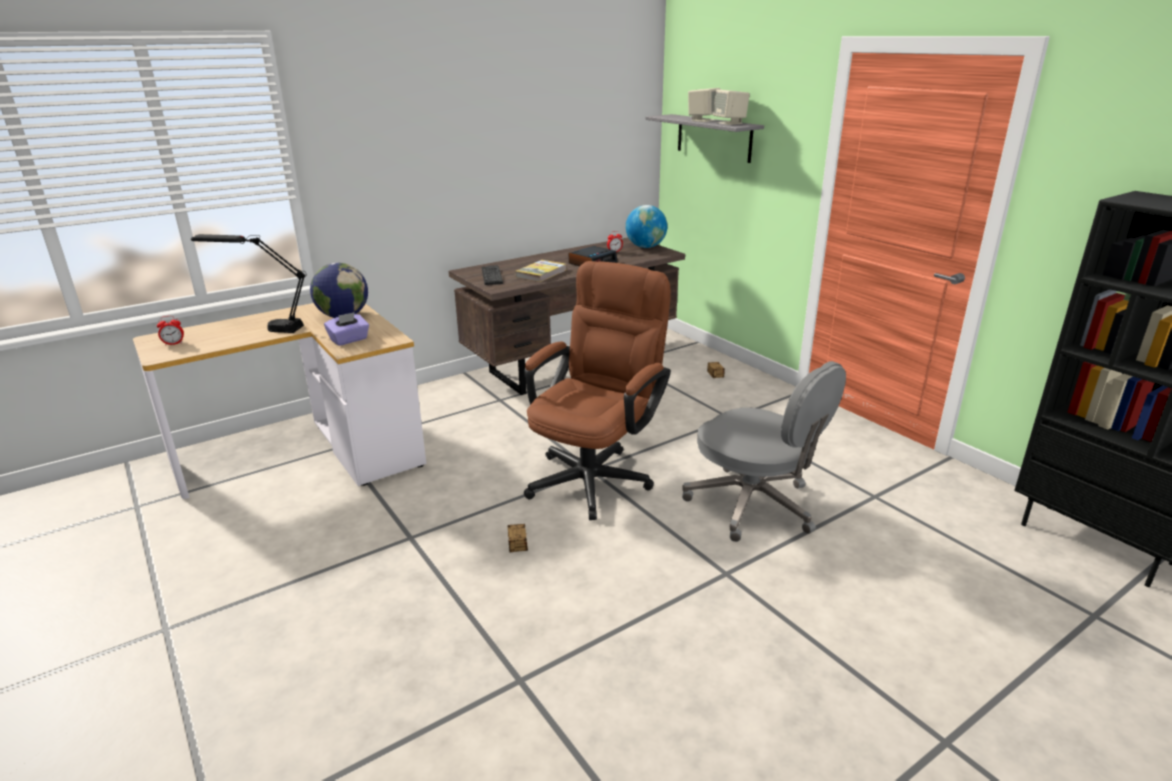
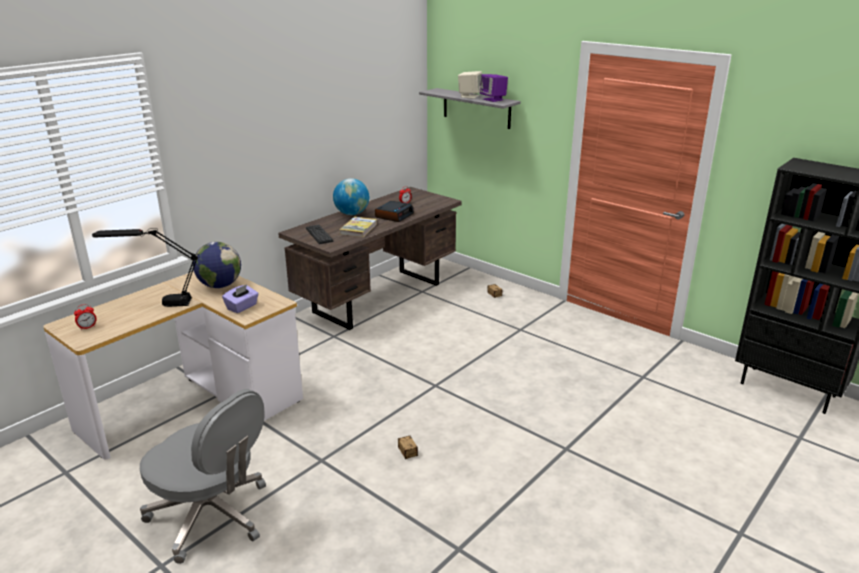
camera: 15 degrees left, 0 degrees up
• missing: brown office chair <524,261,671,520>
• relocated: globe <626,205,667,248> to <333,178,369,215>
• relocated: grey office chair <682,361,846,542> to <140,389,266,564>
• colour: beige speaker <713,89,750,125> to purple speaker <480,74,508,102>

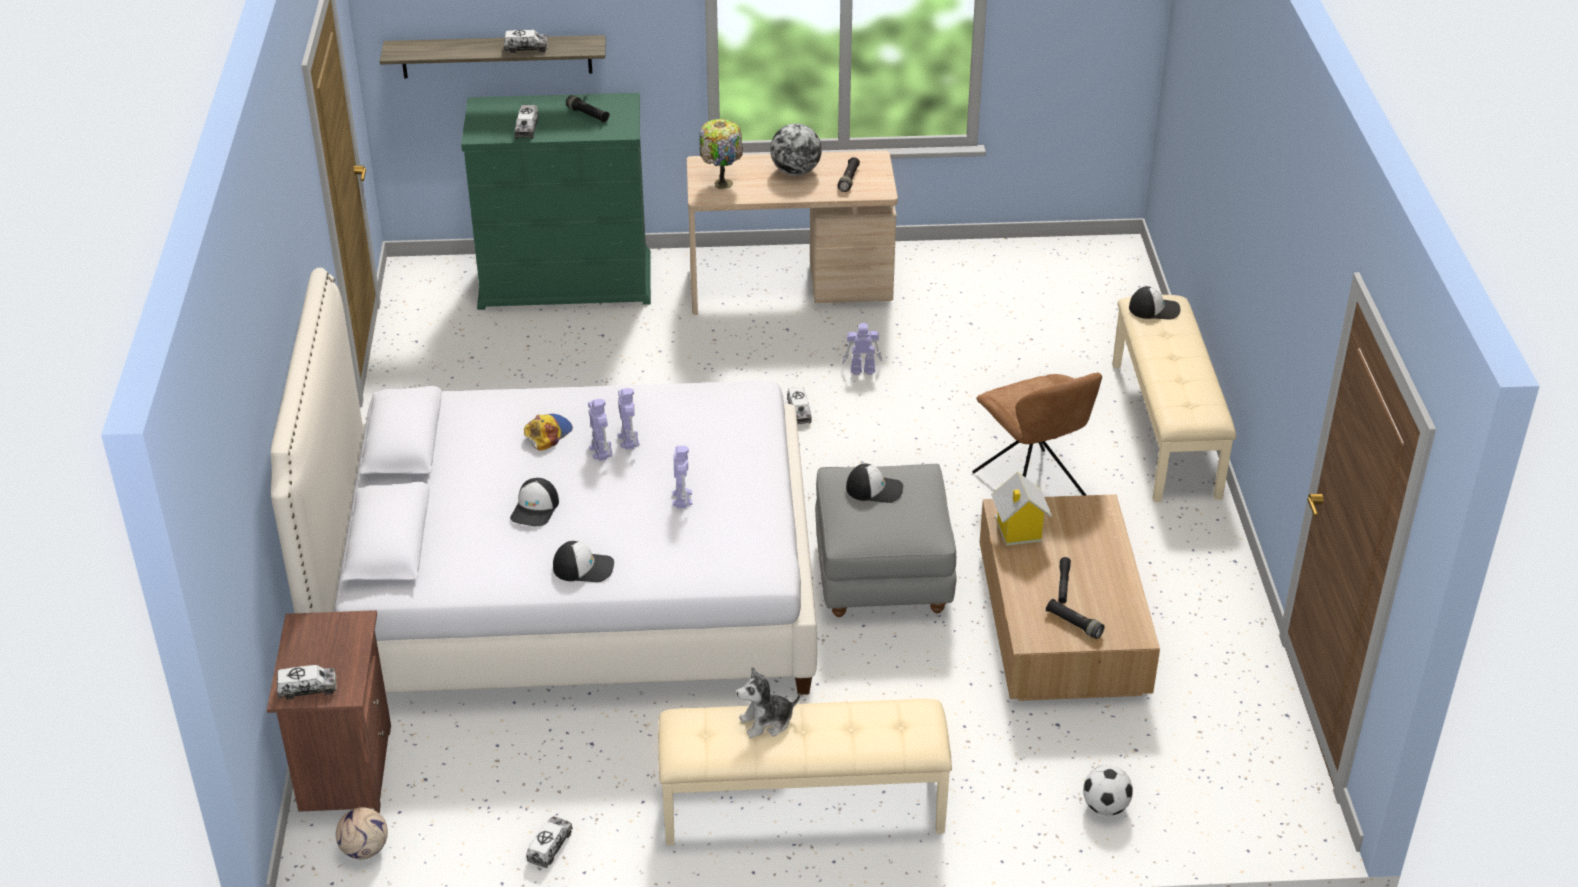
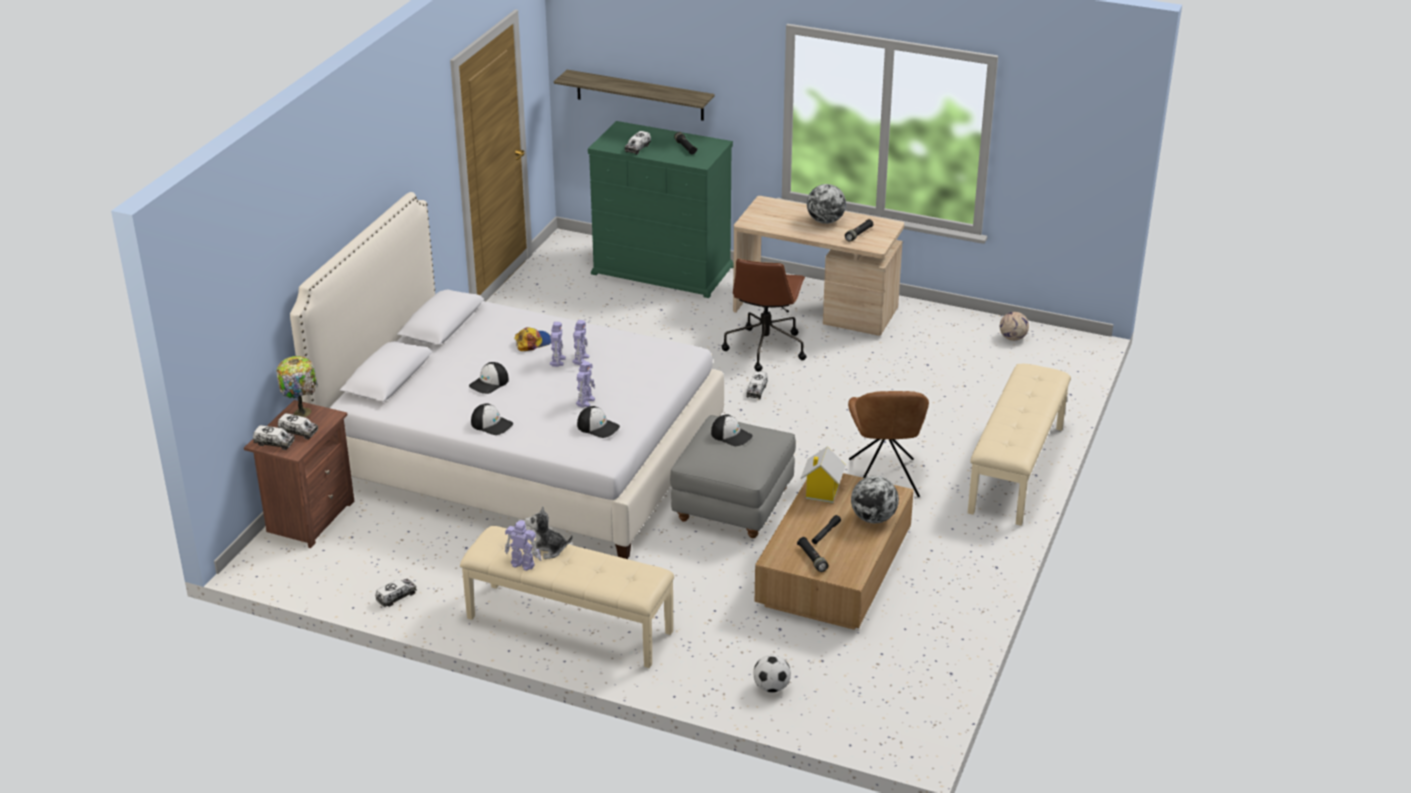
camera: 25 degrees right, 5 degrees down
• appeared: brown office chair <722,259,806,372>
• appeared: globe <851,476,899,523>
• relocated: football <336,807,388,859> to <1000,312,1029,341>
• relocated: toy truck <504,30,548,53> to <278,413,318,439>
• relocated: table lamp <699,119,743,189> to <277,356,318,417>
• relocated: toy robot <842,323,882,375> to <505,520,542,571>
• relocated: cap <1129,286,1180,320> to <577,406,620,438>

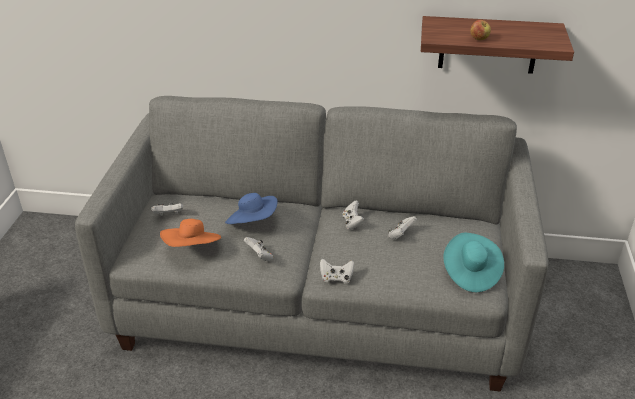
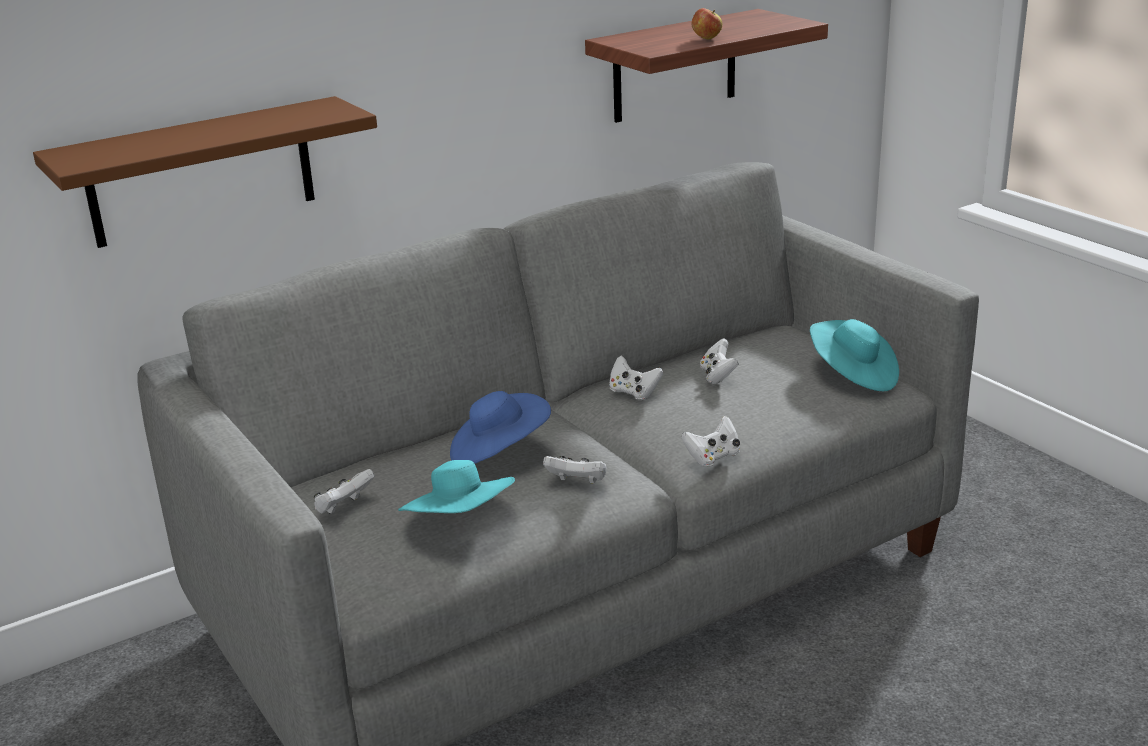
camera: 40 degrees left, 10 degrees down
• appeared: brown shelf <33,96,377,248>
• colour: orange hat <160,219,221,247> to turquoise hat <398,460,515,513>

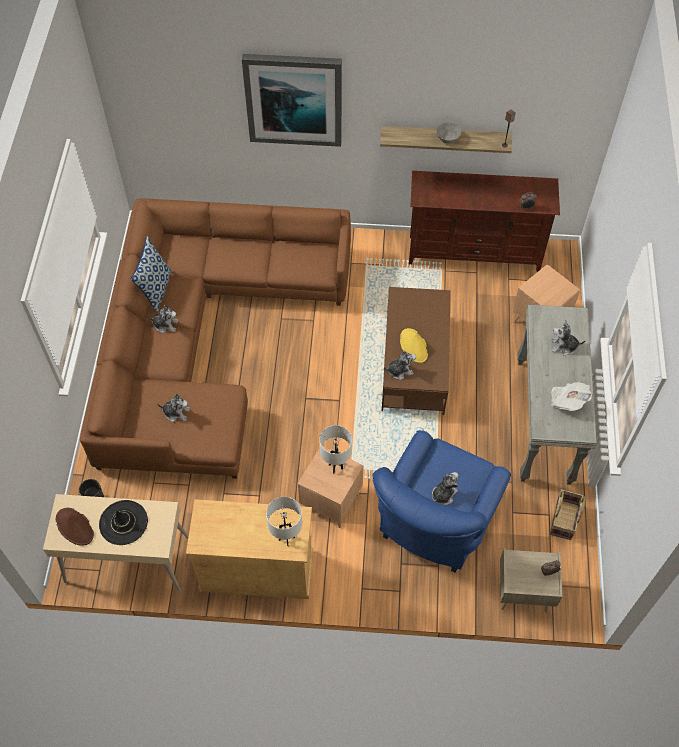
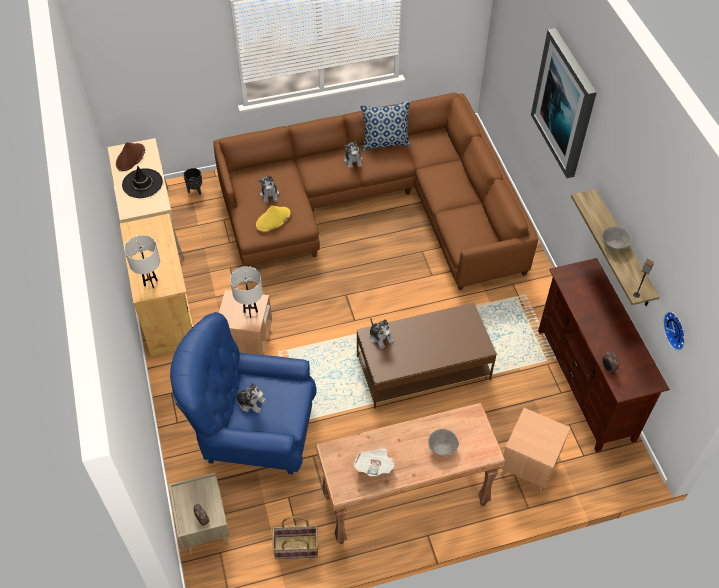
camera: 70 degrees right, 5 degrees down
• appeared: wall clock <663,312,685,351>
• relocated: yellow hat <400,328,428,363> to <256,205,290,232>
• exchanged: plush toy <552,320,585,356> to grey bowl <428,429,459,456>
• colour: grey console table <517,305,597,485> to brown console table <316,403,505,544>

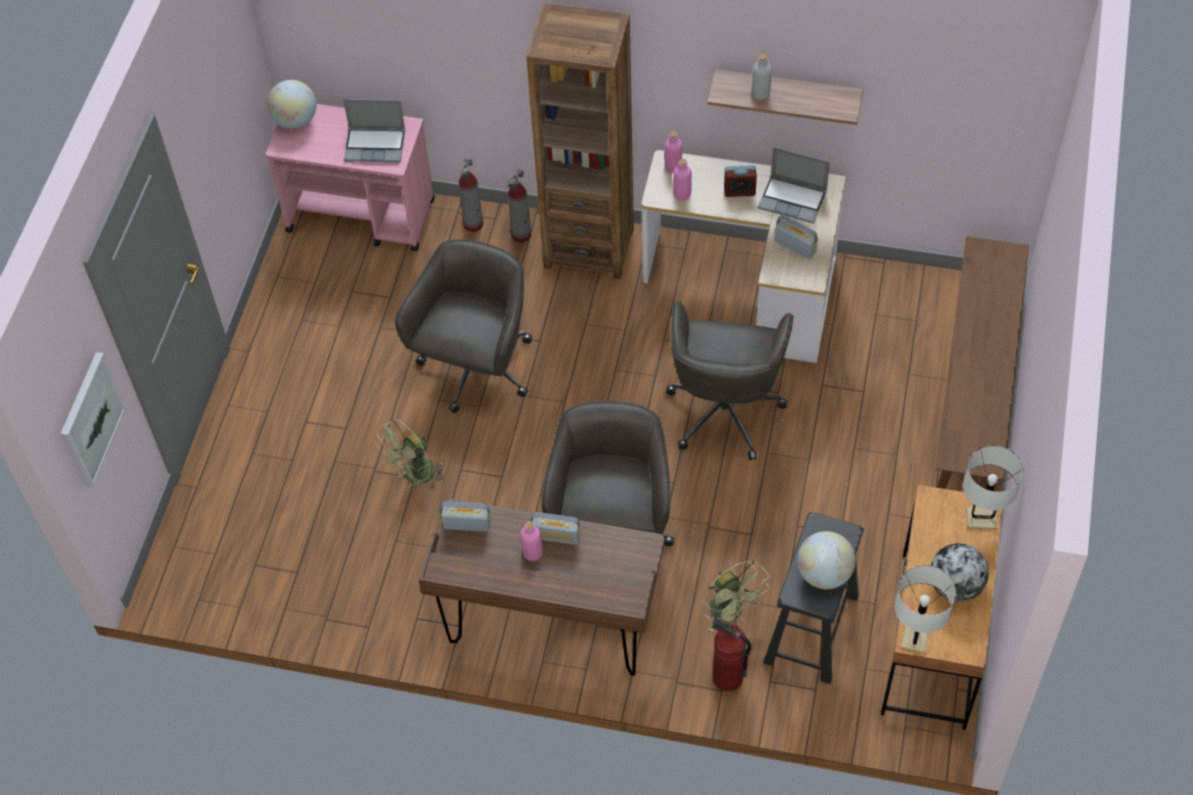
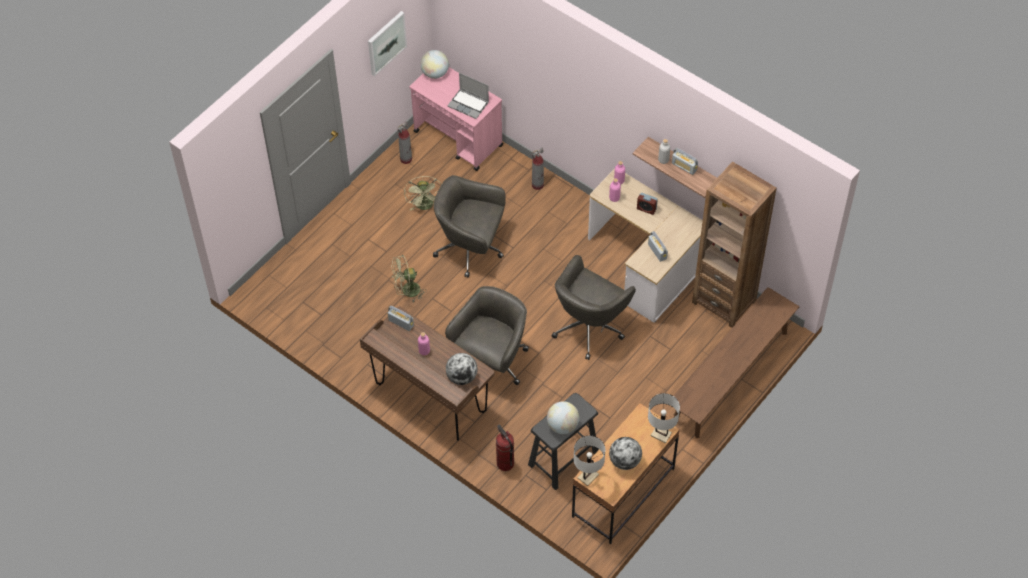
camera: 25 degrees right, 0 degrees up
• missing: laptop <758,147,830,224>
• appeared: globe <446,353,478,385>
• relocated: picture <60,352,126,488> to <368,11,407,76>
• relocated: fire extinguisher <459,158,483,232> to <397,121,412,164>
• relocated: brown bookcase <526,3,634,280> to <692,162,777,328>
• relocated: radio <531,512,581,545> to <672,148,698,175>
• relocated: green fan <702,560,770,632> to <404,176,442,211>
• spun: grey office chair <395,239,532,413> = <433,175,506,277> 120 degrees counterclockwise

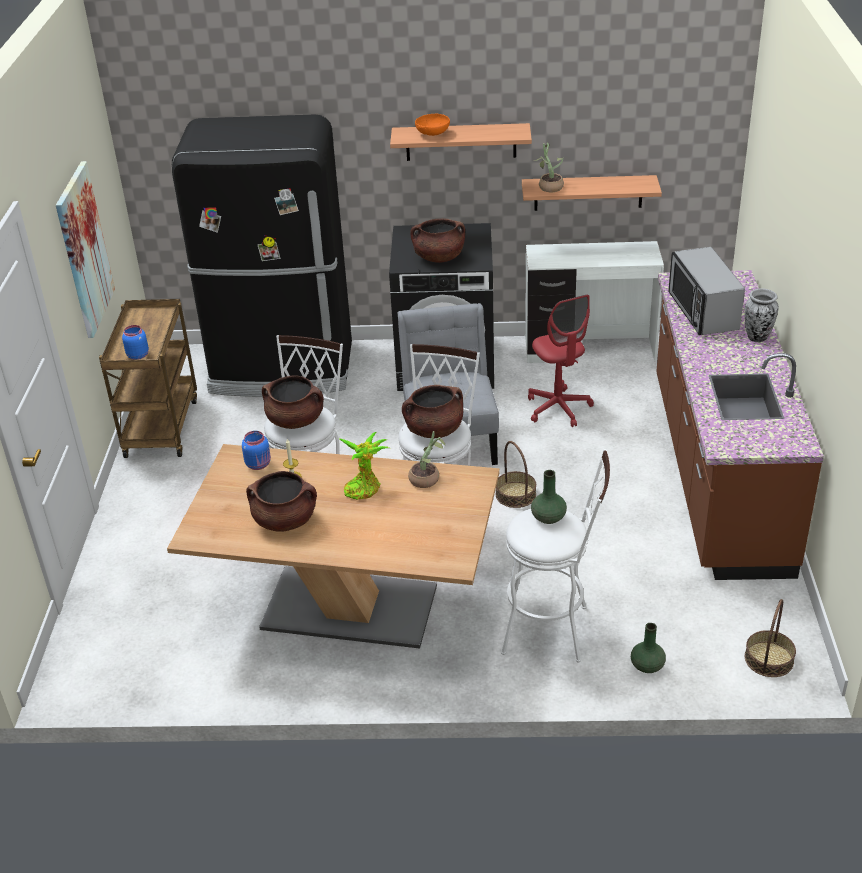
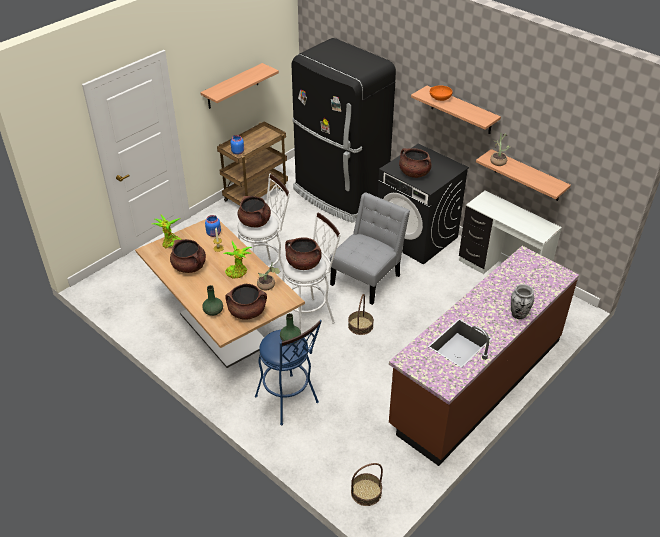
camera: 40 degrees right, 5 degrees up
• missing: red office chair <528,295,594,427>
• missing: microwave <668,247,745,335>
• appeared: potted plant <152,214,182,249>
• appeared: brown cooking pot <225,284,267,320>
• relocated: green vase <631,623,666,673> to <202,285,223,316>
• exchanged: picture <56,161,115,338> to shelf <200,63,279,109>
• colour: white stool <501,449,610,663> to blue stool <255,320,322,425>

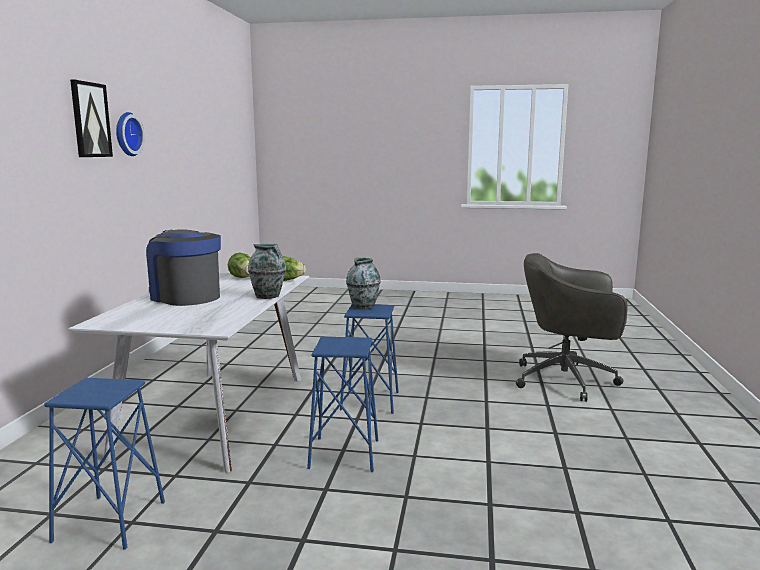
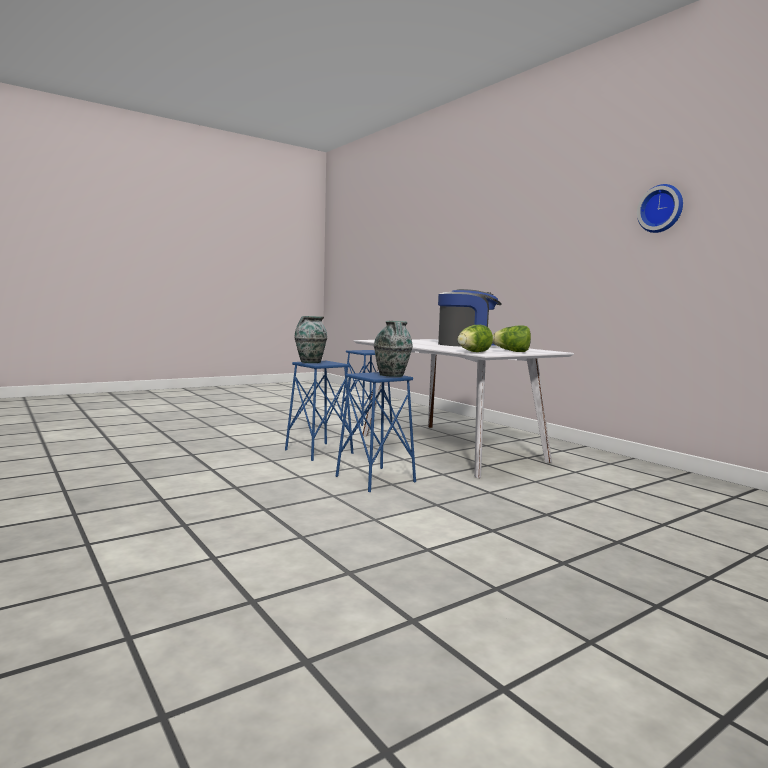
camera: 135 degrees right, 5 degrees down
• missing: picture <70,79,113,157>
• missing: grey office chair <516,253,628,402>
• relocated: vase <248,244,286,299> to <294,316,327,363>

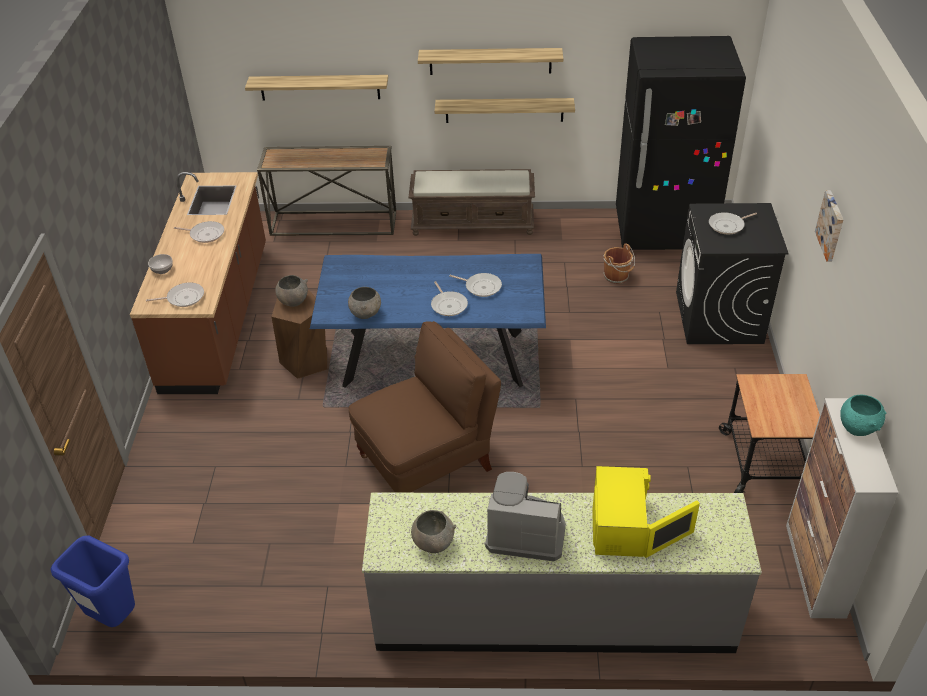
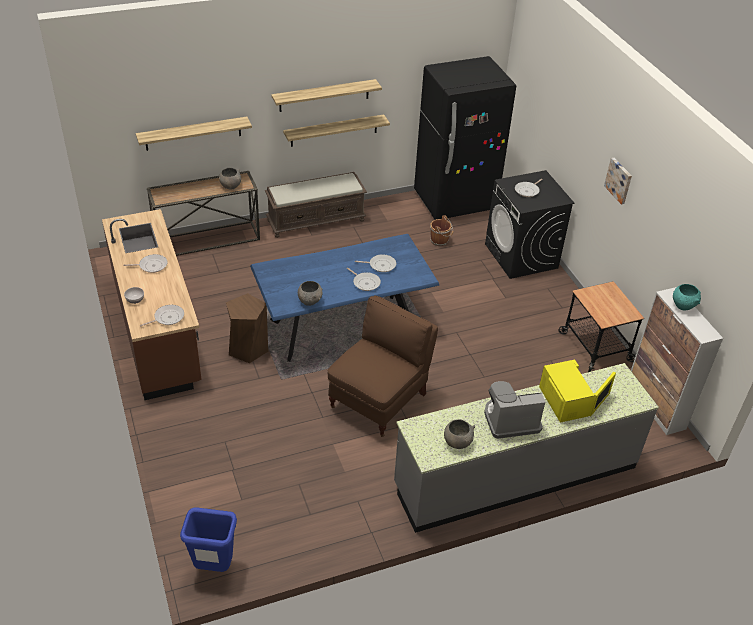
camera: 25 degrees left, 0 degrees up
• relocated: grey bowl <275,275,308,307> to <219,168,241,189>

